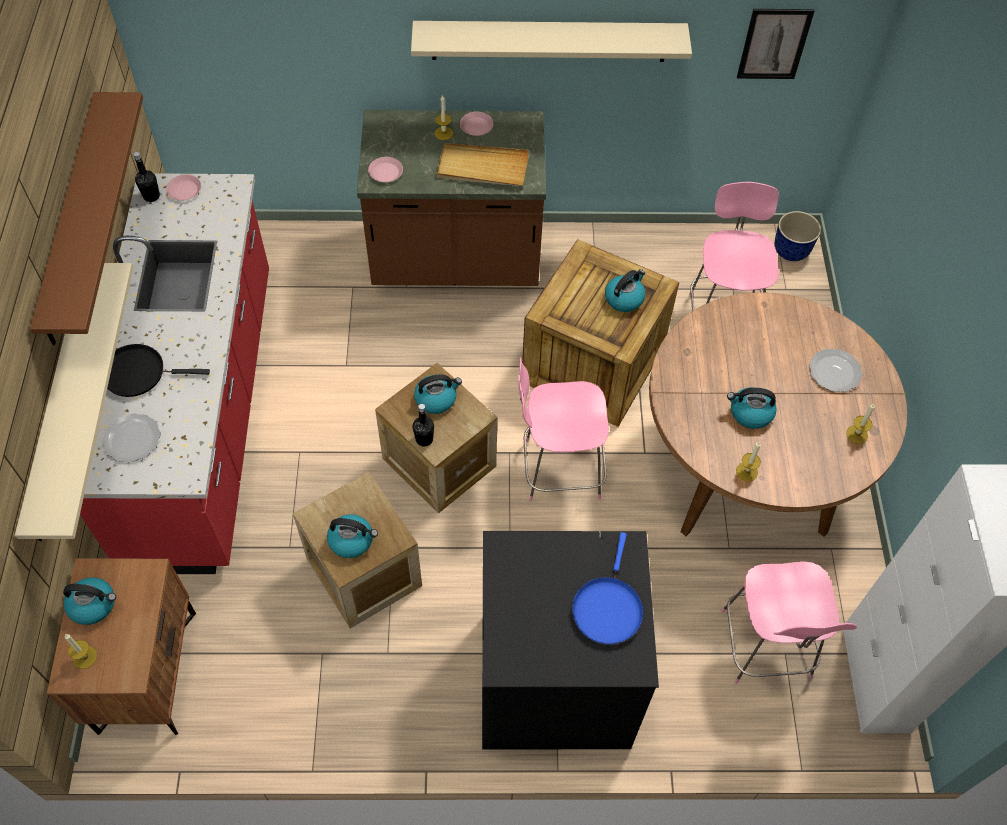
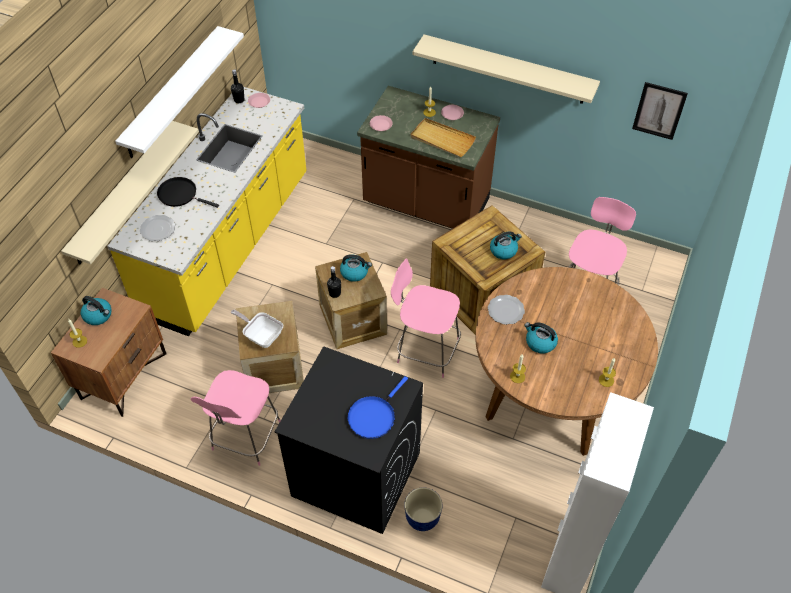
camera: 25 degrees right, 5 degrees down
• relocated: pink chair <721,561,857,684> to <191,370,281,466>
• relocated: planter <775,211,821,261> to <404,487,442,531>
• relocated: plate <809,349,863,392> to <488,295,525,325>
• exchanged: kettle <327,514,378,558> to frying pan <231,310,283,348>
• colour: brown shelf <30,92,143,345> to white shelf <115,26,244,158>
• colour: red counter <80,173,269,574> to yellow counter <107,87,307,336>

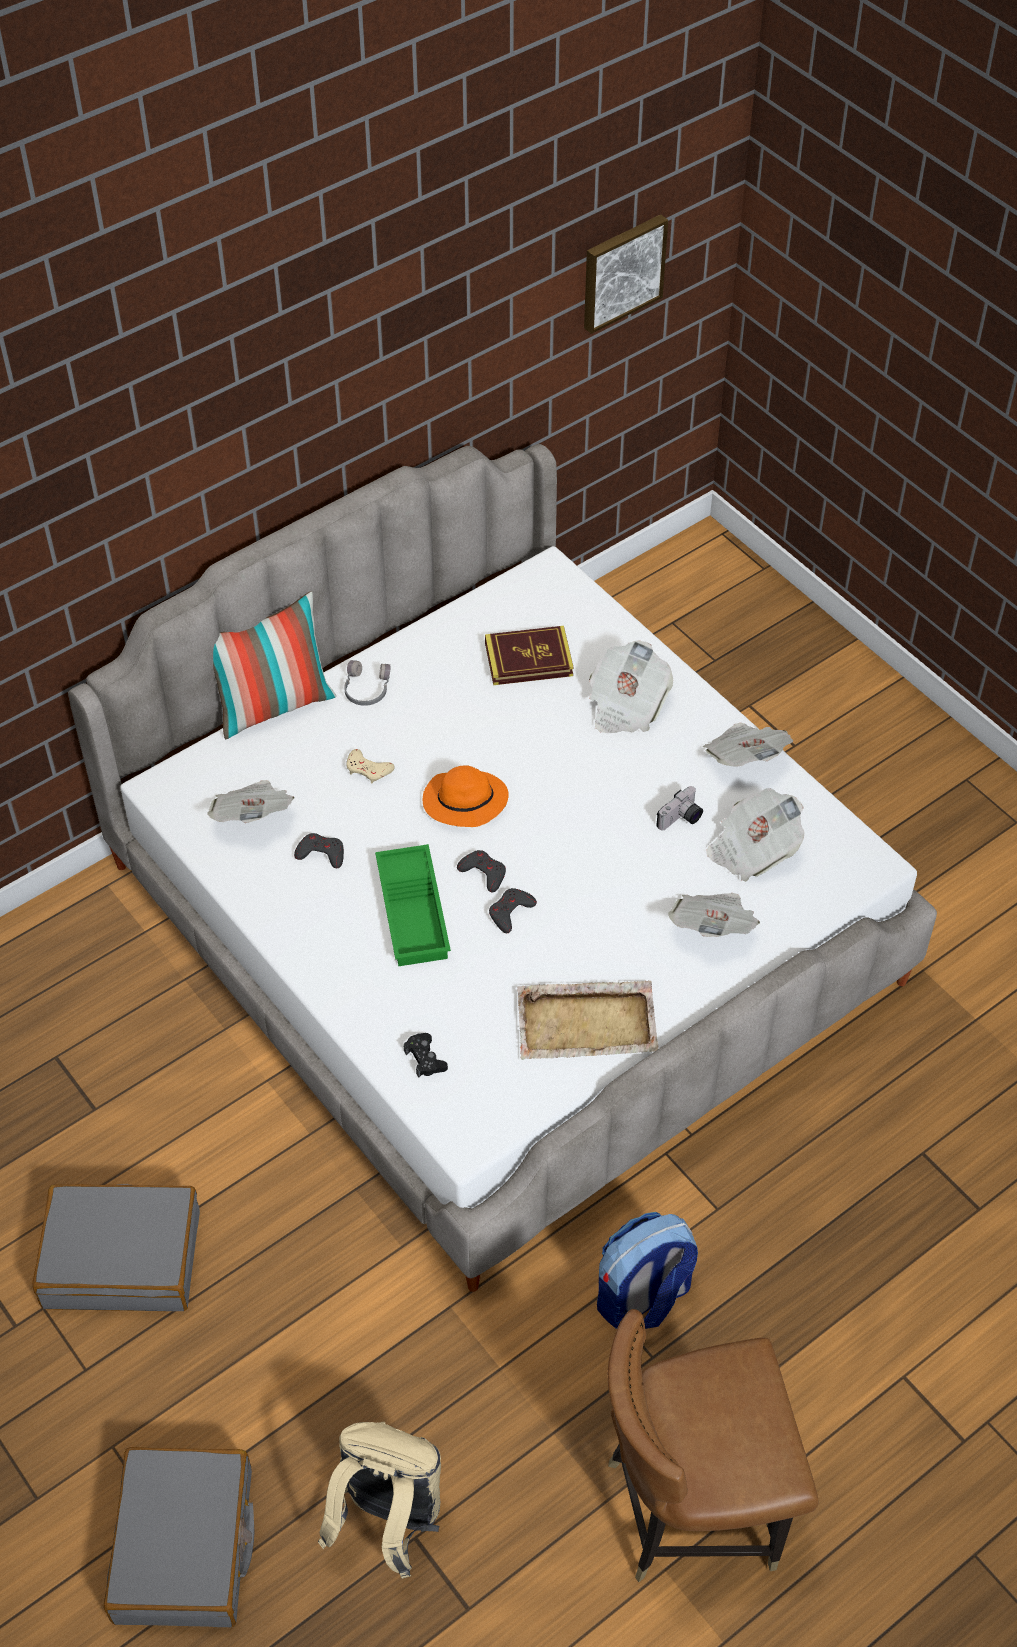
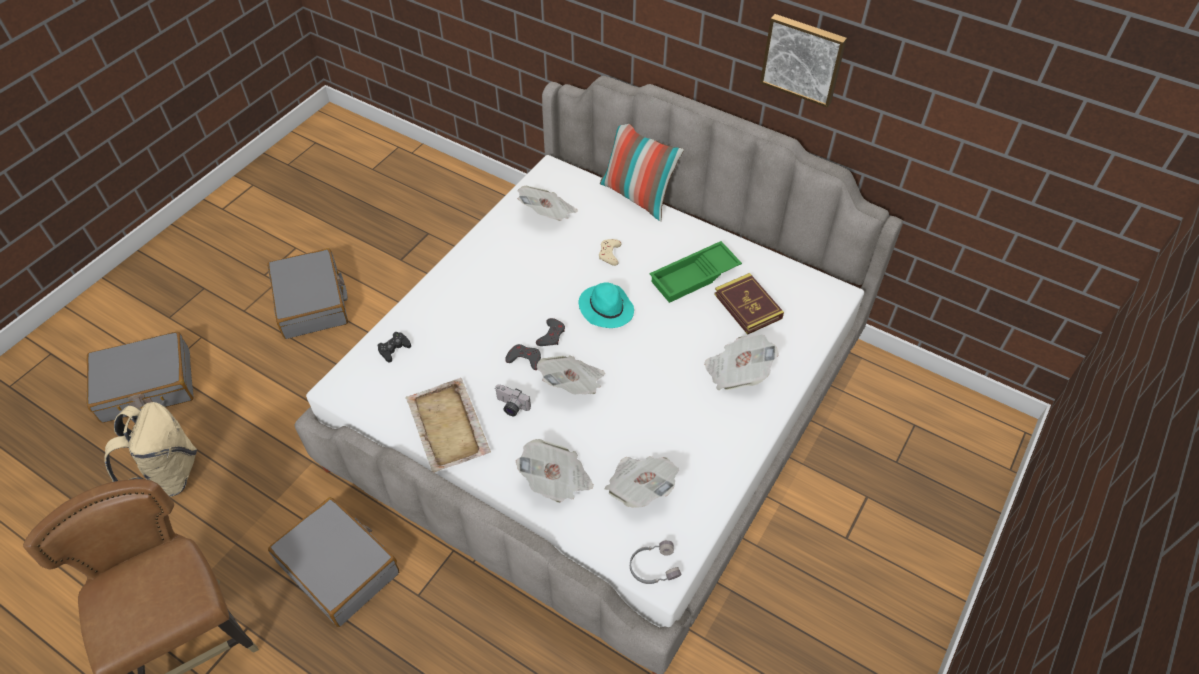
camera: 70 degrees right, 0 degrees up
• missing: grey game controller <294,833,344,869>
• relocated: grey headphones <344,660,391,706> to <630,540,682,584>
• relocated: green tray <375,844,451,966> to <650,241,742,303>
• relocated: picture <584,214,668,334> to <760,14,847,108>
• relocated: photo camera <656,786,703,830> to <495,384,531,416>
• relocated: newspaper <703,723,794,767> to <537,355,605,395>
• exchanged: backpack <597,1212,698,1329> to grey suitcase <268,497,399,627>
• colour: orange hat <423,765,509,827> to turquoise hat <578,282,634,328>

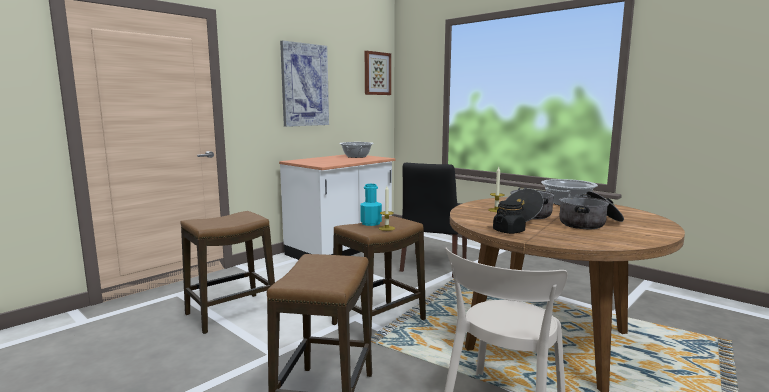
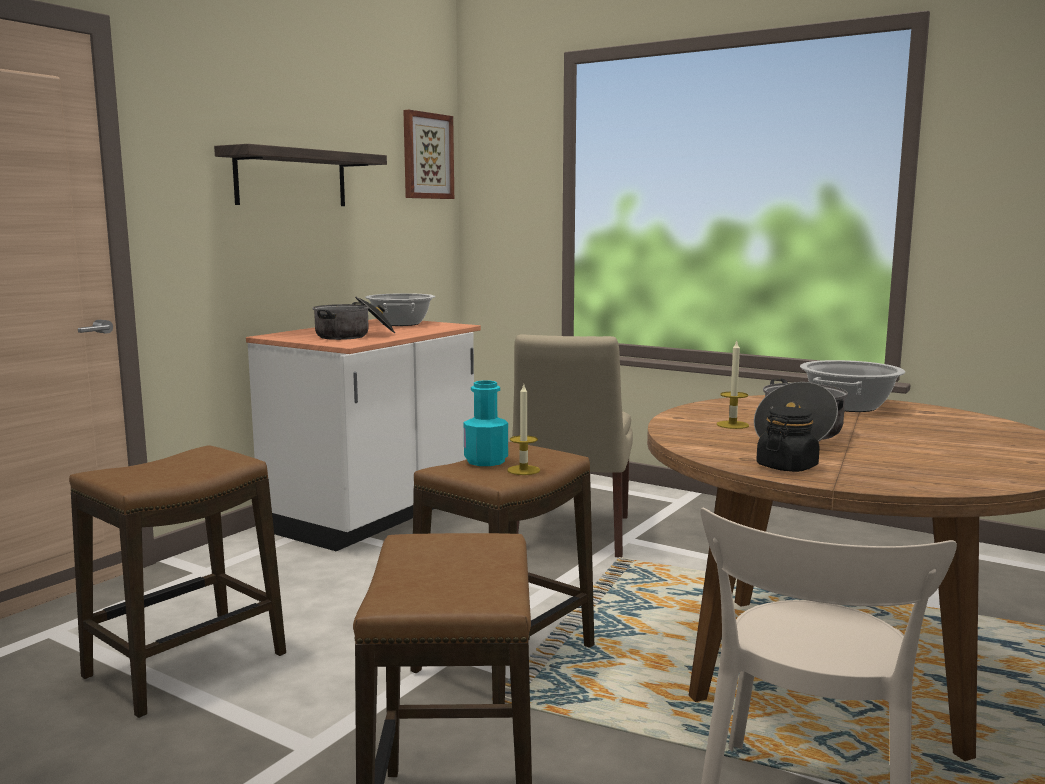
camera: 10 degrees left, 0 degrees up
• relocated: cooking pot <559,191,624,229> to <312,296,395,340>
• exchanged: picture <280,41,329,127> to shelf <214,144,387,206>
• colour: black chair <400,163,467,278> to beige chair <512,334,633,557>

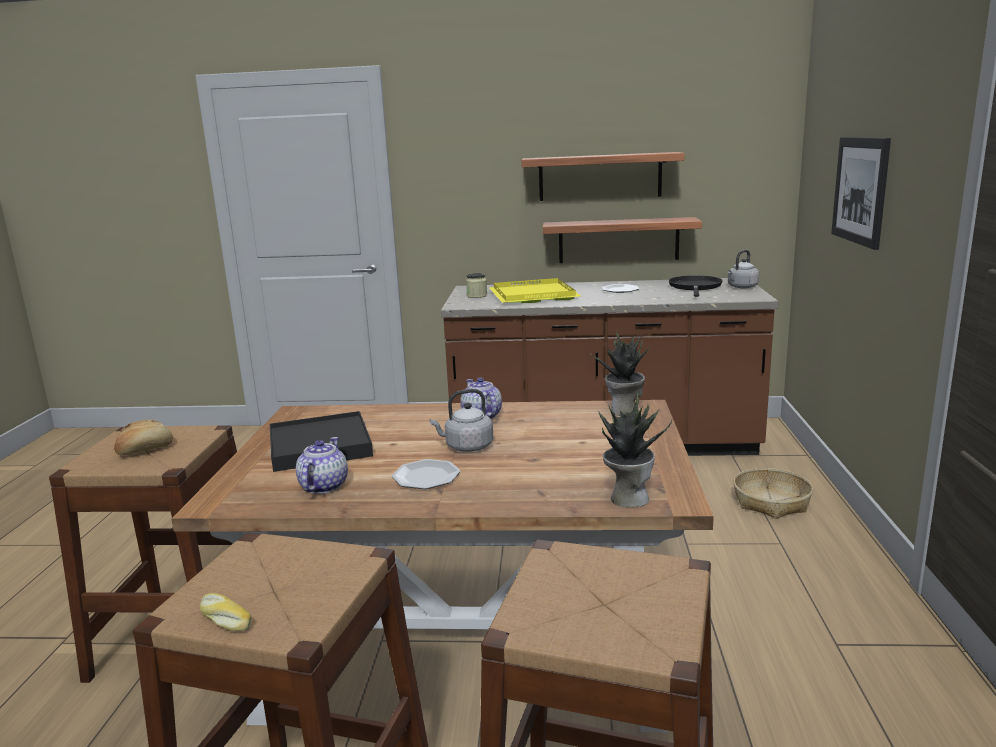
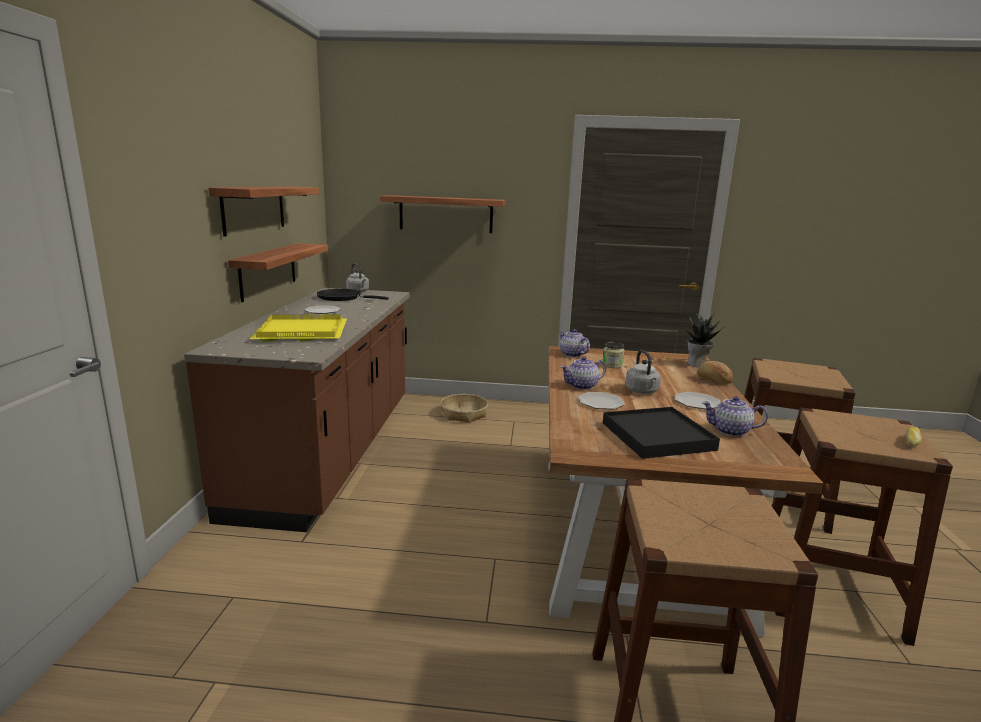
camera: 90 degrees left, 0 degrees up
• appeared: plate <578,392,625,409>
• relocated: bread <114,420,173,455> to <697,361,733,384>
• relocated: jar <466,273,487,298> to <602,342,625,368>
• exchanged: potted plant <590,330,650,416> to teapot <559,329,590,357>
• exchanged: picture <831,137,891,250> to shelf <380,195,506,233>

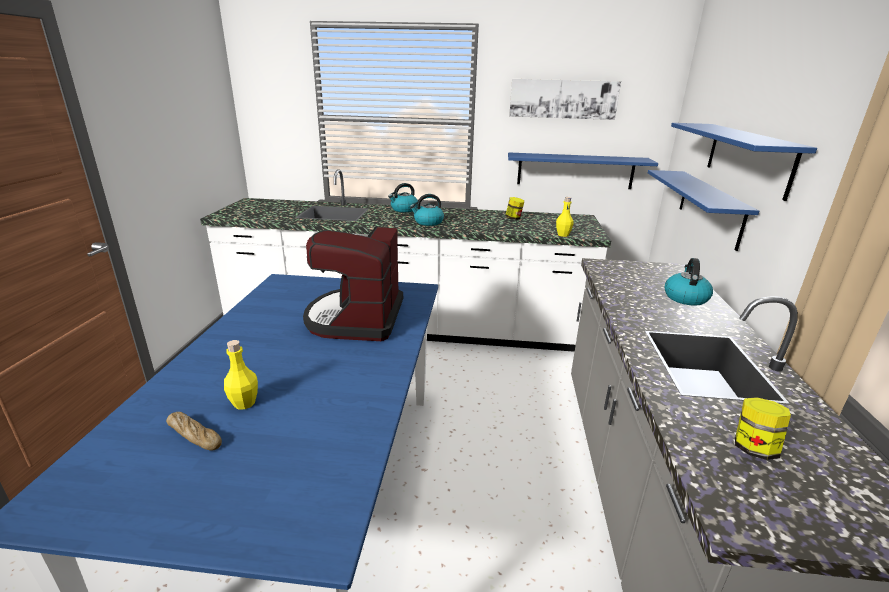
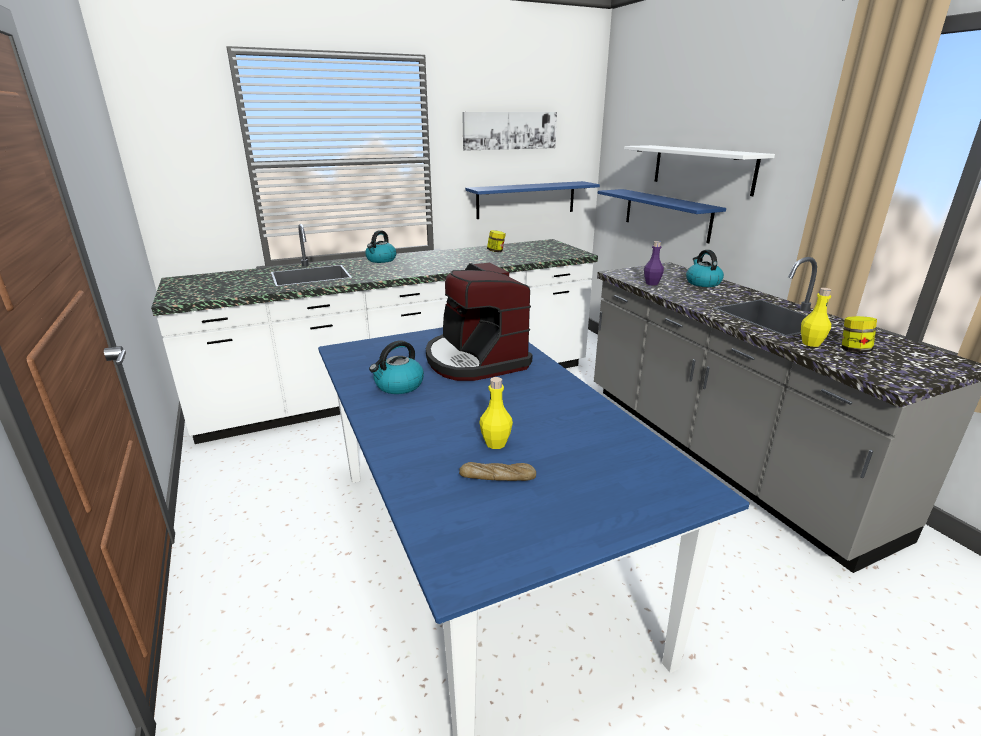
camera: 30 degrees left, 0 degrees up
• appeared: purple bottle <644,241,664,286>
• relocated: kettle <410,194,444,226> to <369,340,424,394>
• relocated: yellow bottle <556,197,574,237> to <801,288,831,347>
• colour: blue shelf <671,123,817,201> to white shelf <624,145,775,196>

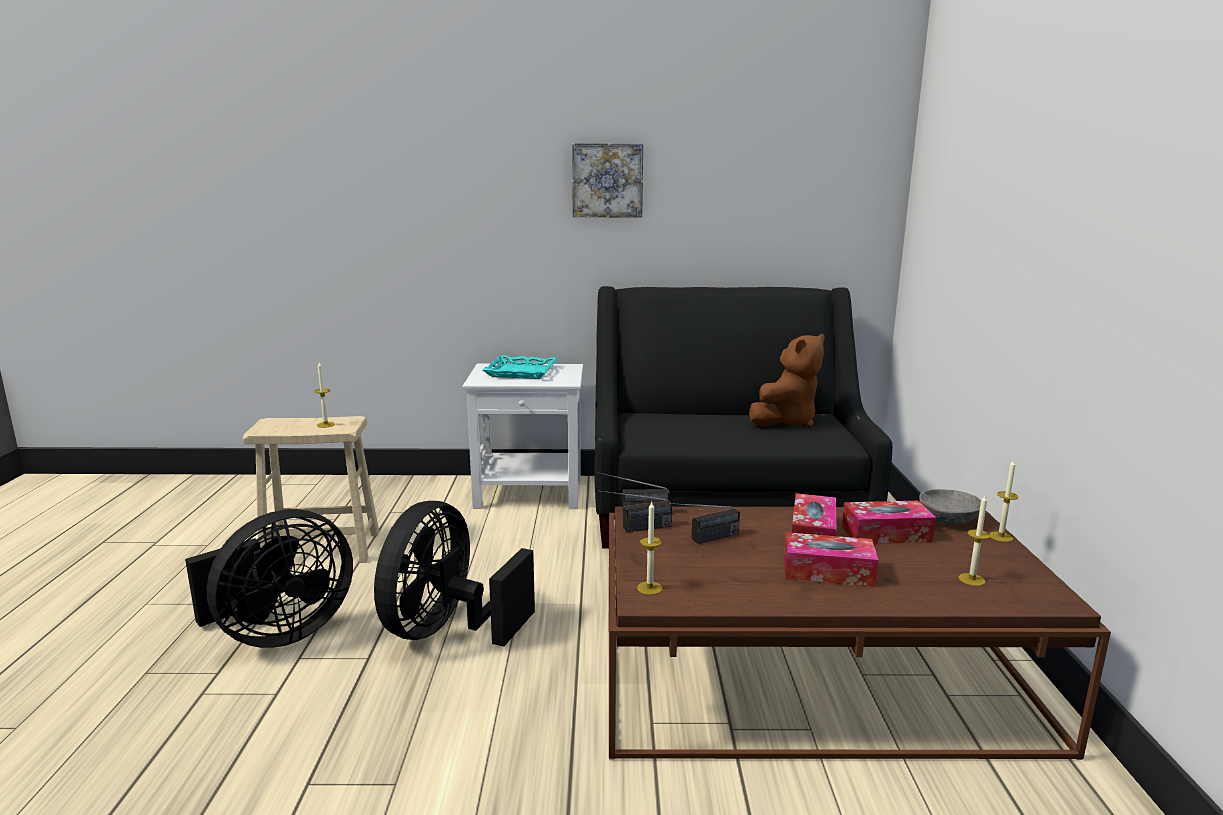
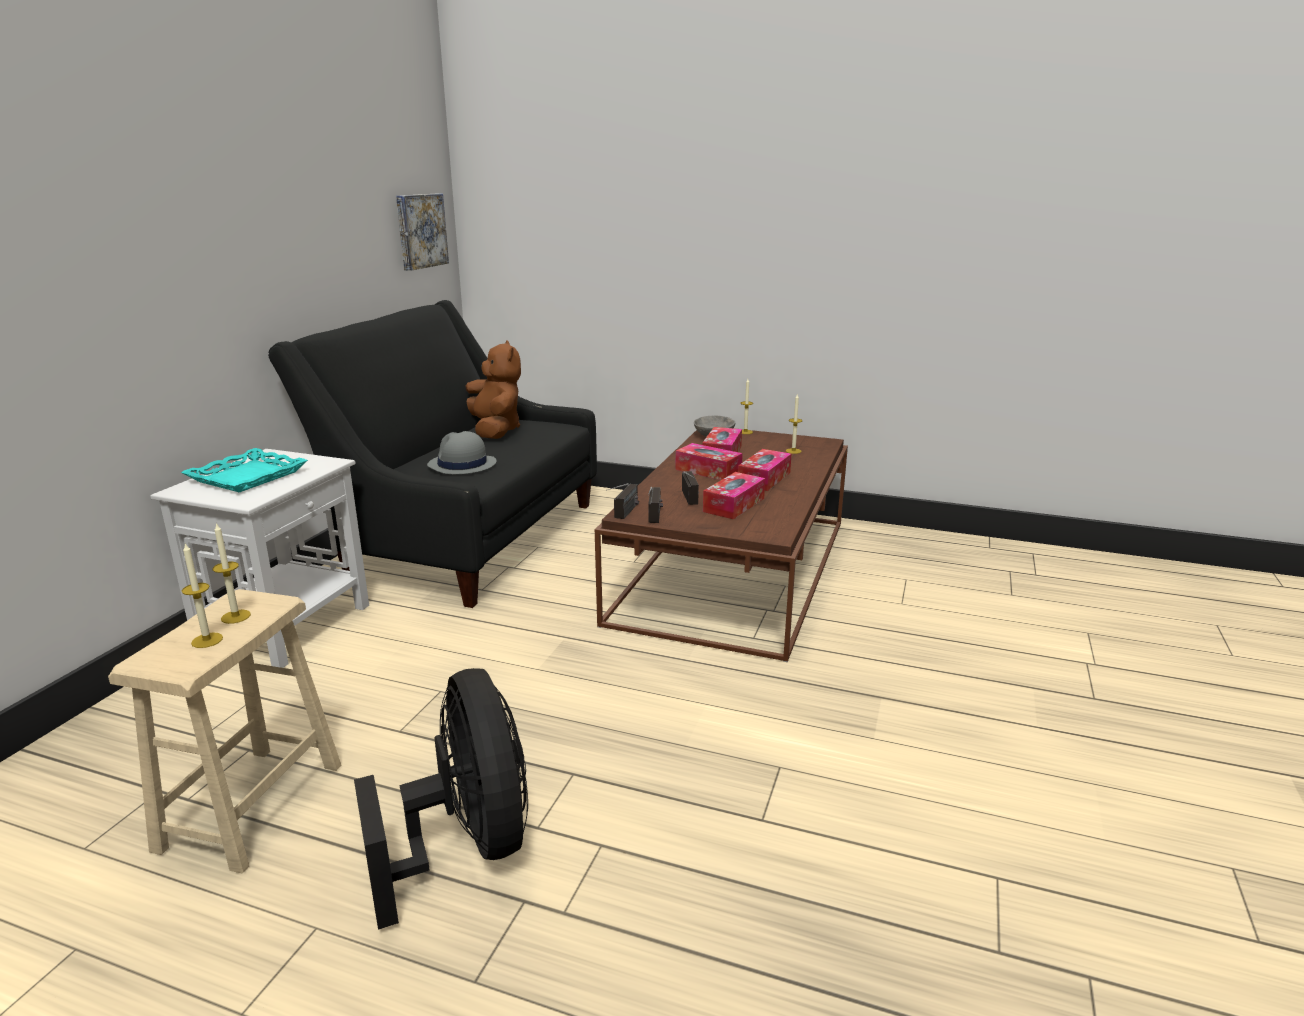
camera: 70 degrees left, 5 degrees up
• missing: black fan <374,501,535,647>
• appeared: grey hat <427,431,497,474>
• appeared: tissue box <703,472,765,519>
• relocated: picture <572,143,643,218> to <396,194,449,271>
• relocated: candle <637,502,663,595> to <182,543,223,648>

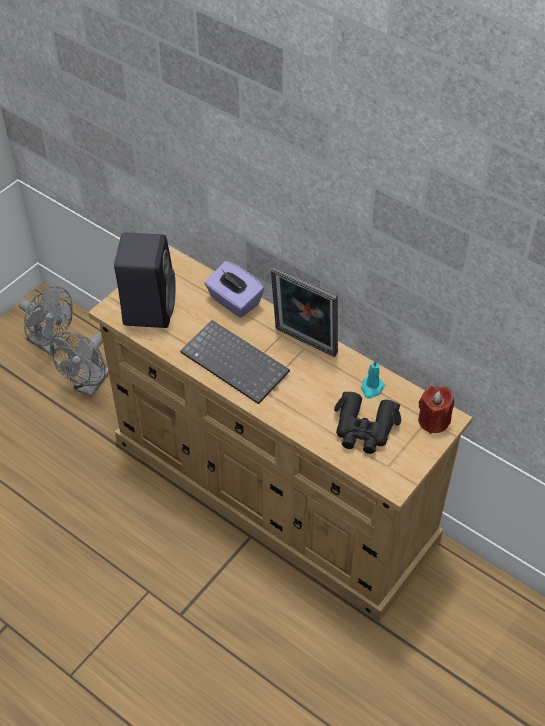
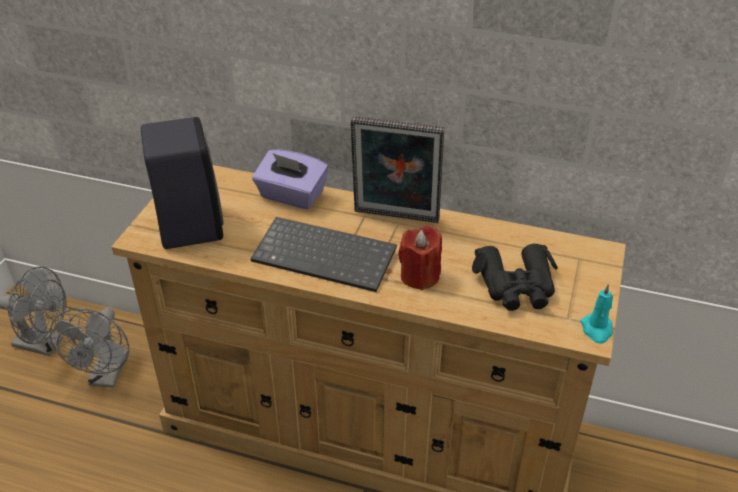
camera: 20 degrees left, 10 degrees down
• relocated: turquoise candle <361,359,385,399> to <581,284,613,344>
• relocated: red candle <418,386,454,434> to <398,225,442,290>

